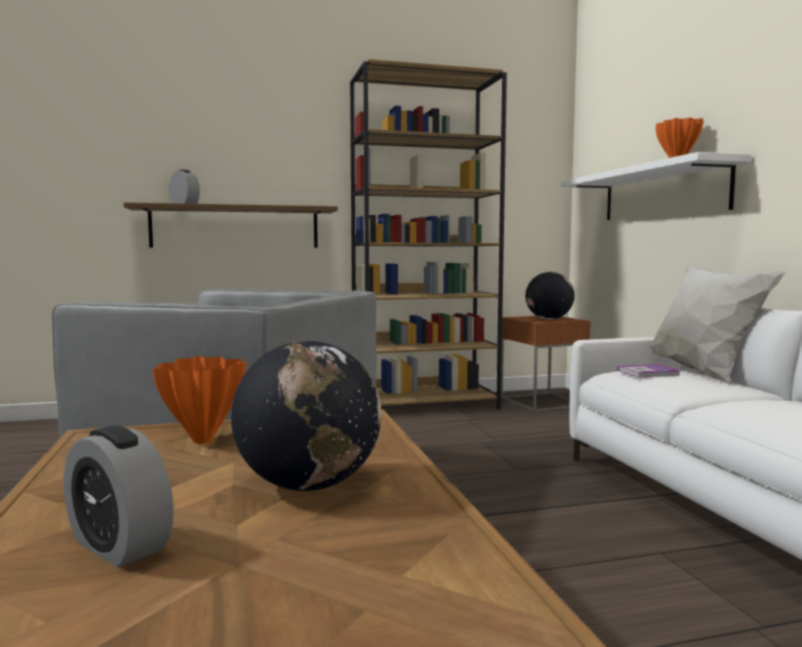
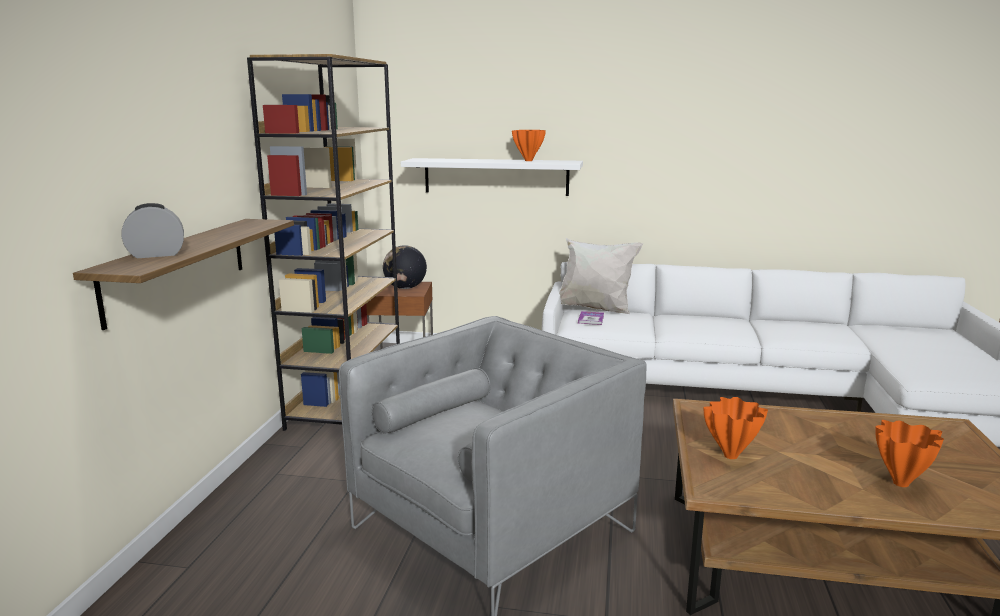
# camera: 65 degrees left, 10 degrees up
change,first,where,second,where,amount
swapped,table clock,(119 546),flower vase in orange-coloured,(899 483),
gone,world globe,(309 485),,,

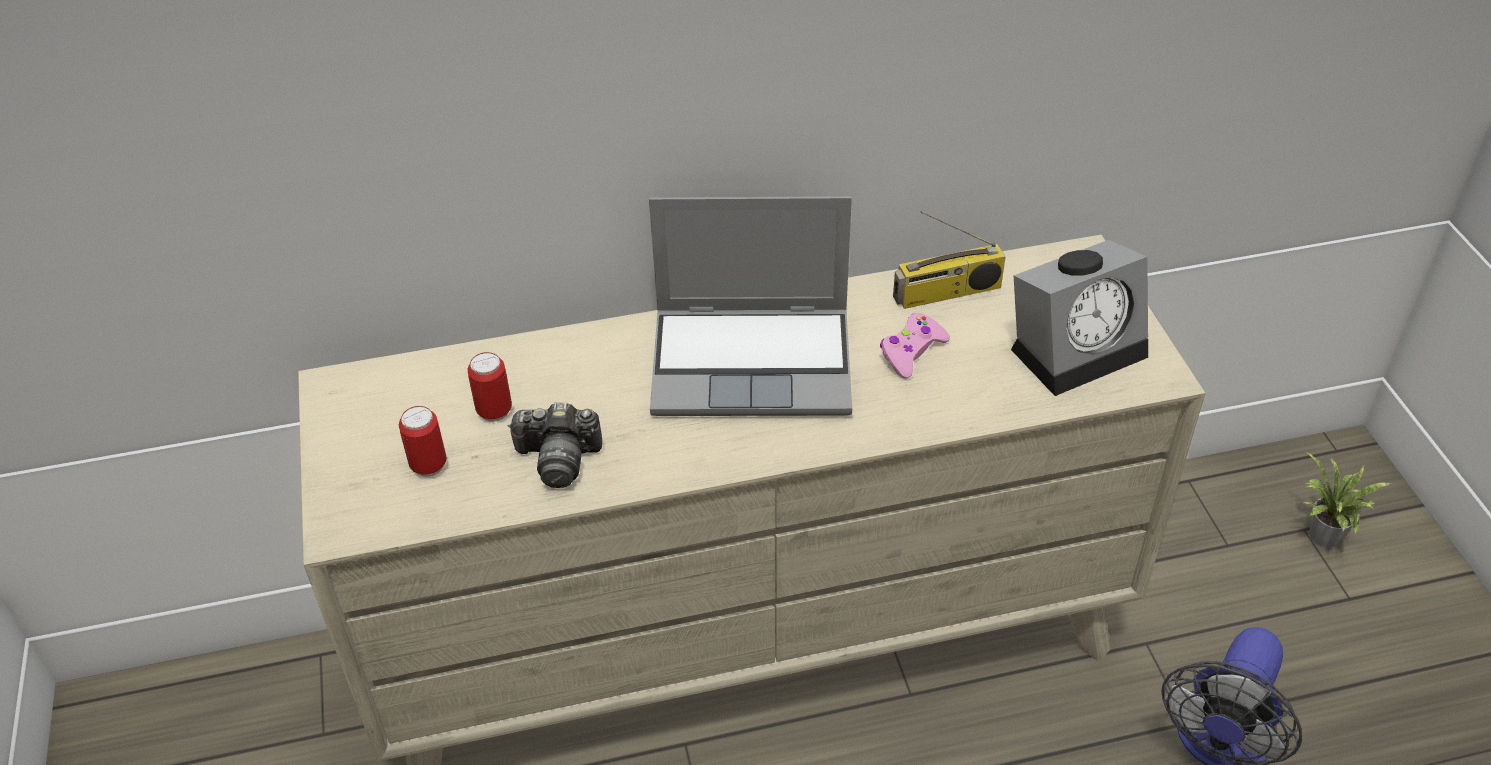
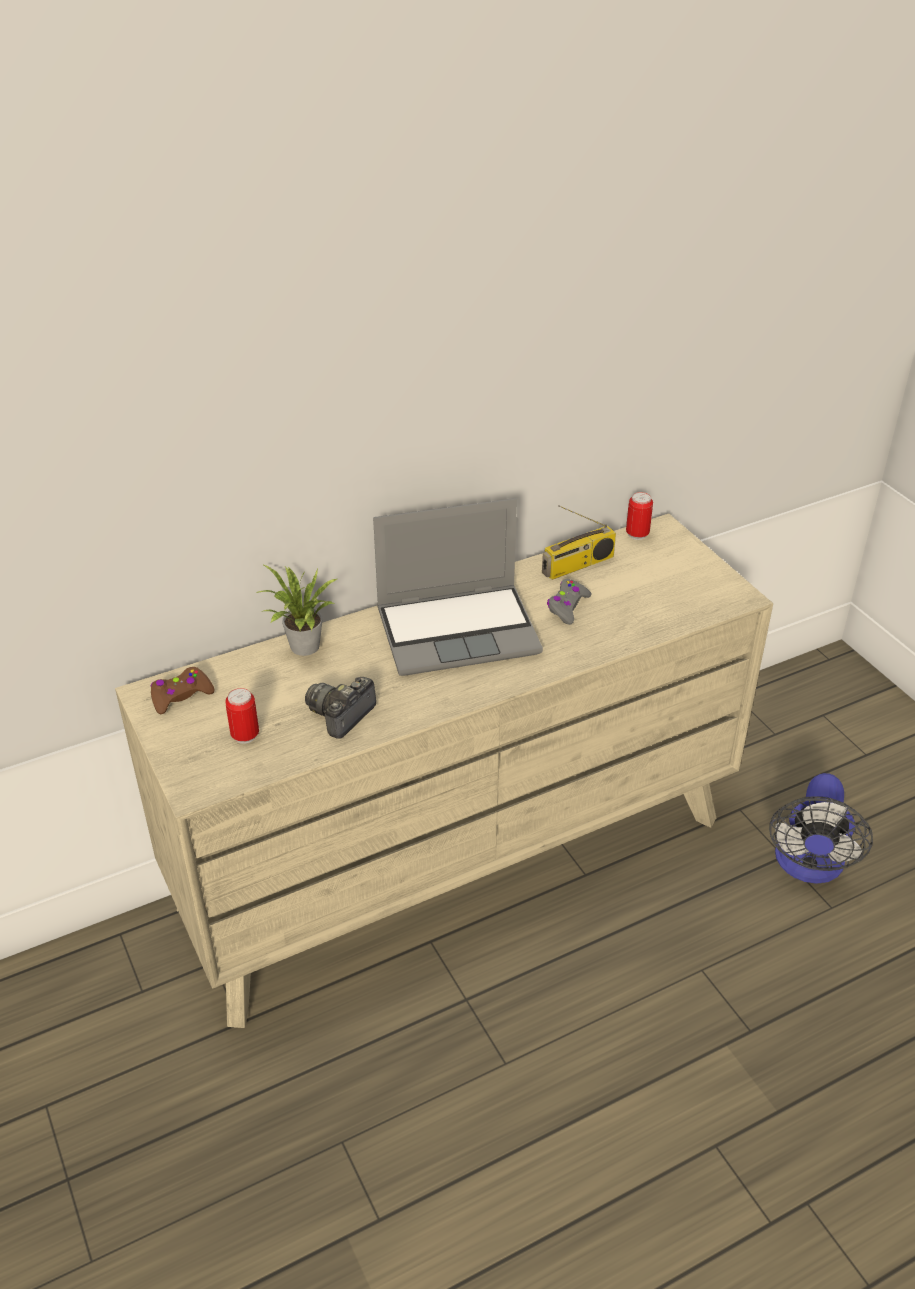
# camera: 15 degrees left, 5 degrees down
change,first,where,second,where,amount
new,,,game controller in brownish,(181 696),
shifted,plant in a pot,(1322 538),,(302 648),
rotated,photo camera,(559 458),,(341 715),135 degrees clockwise
repainted,game controller in pinkish,(911 352),game controller in greyish,(567 606),
shifted,can,(494 411),,(637 534),
gone,table clock,(1078 347),,,

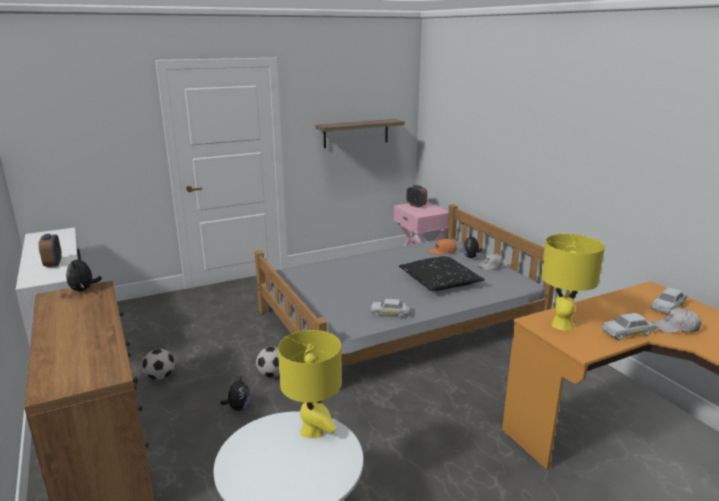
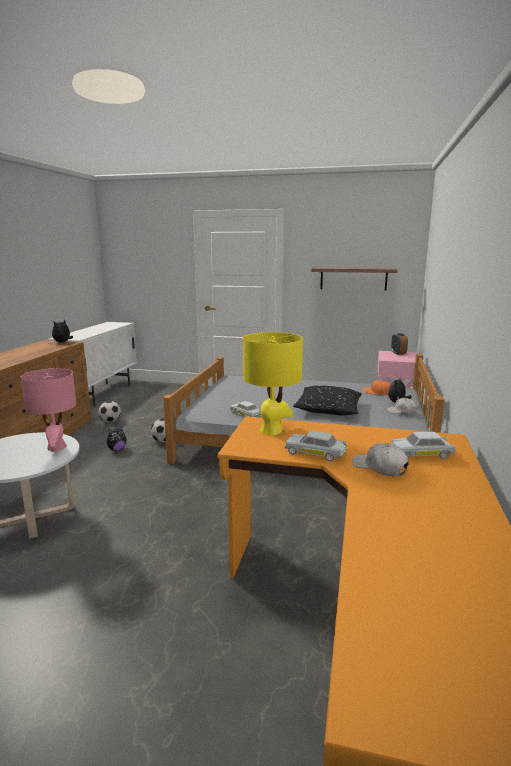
# camera: 40 degrees right, 5 degrees down
change,first,where,second,where,amount
repainted,tabletop lamp in yellow,(312 431),tabletop lamp in pinkish,(56 447),
gone,table clock,(53 263),,,

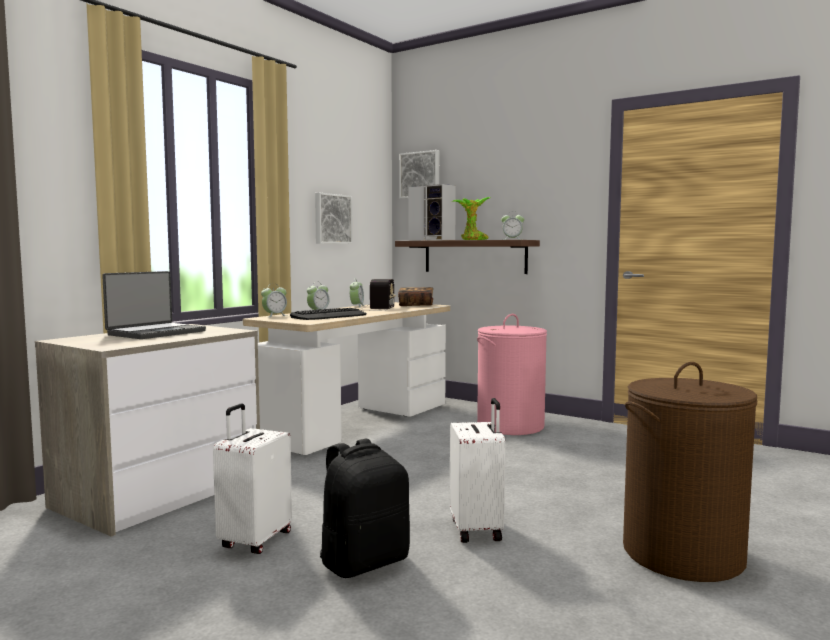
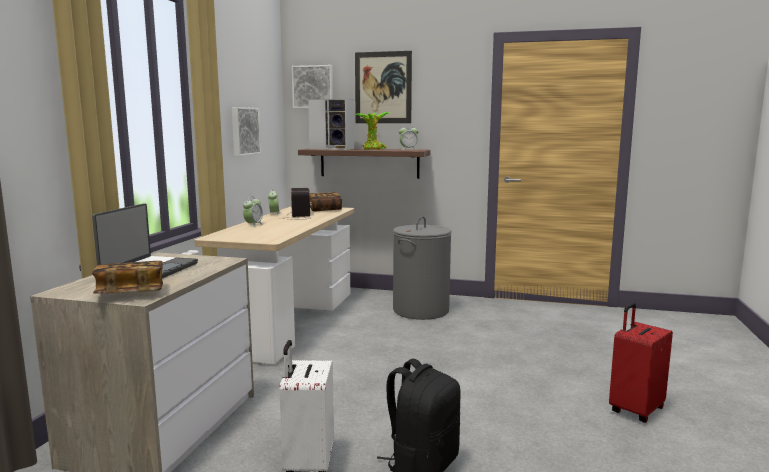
# camera: 20 degrees left, 5 degrees up
change,first,where,second,where,amount
new,,,book,(131 293),
new,,,picture,(383 87),
repainted,laundry basket in pinkish,(510 426),laundry basket in greyish,(420 310),
swapped,laundry basket in brownish,(682 554),piece of luggage in reddish,(635 410),
gone,table clock,(274 316),,,
gone,computer keyboard,(329 316),,,
gone,piece of luggage in white,(477 529),,,

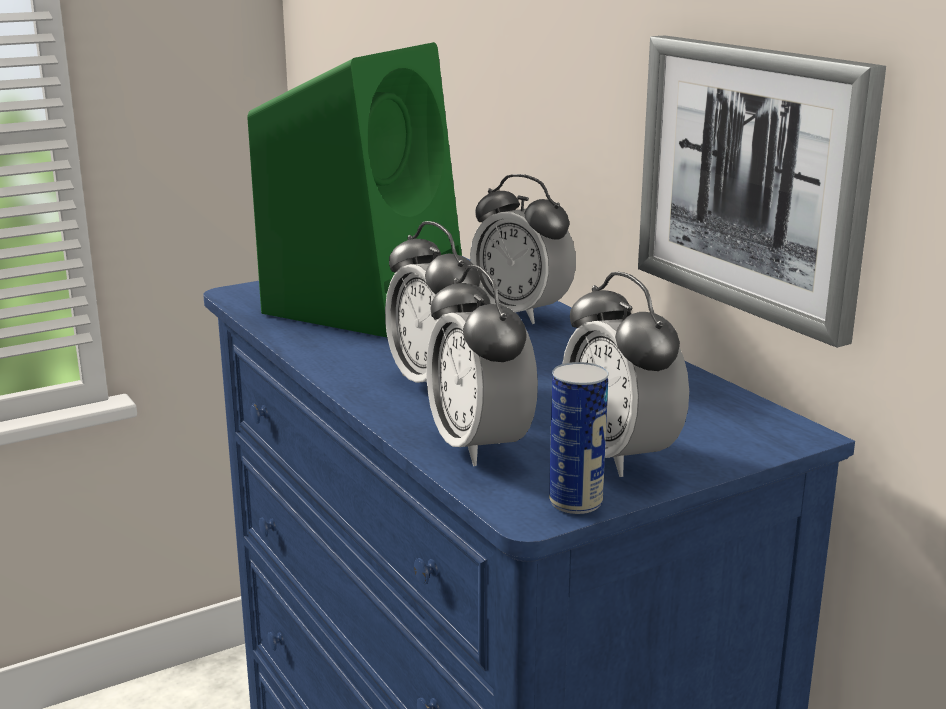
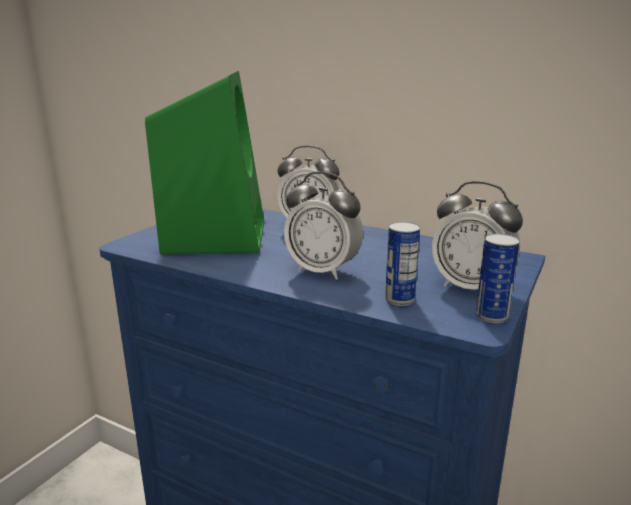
# camera: 30 degrees left, 0 degrees up
change,first,where,second,where,amount
swapped,table clock,(479 446),can,(399 300),
gone,picture,(752 180),,,

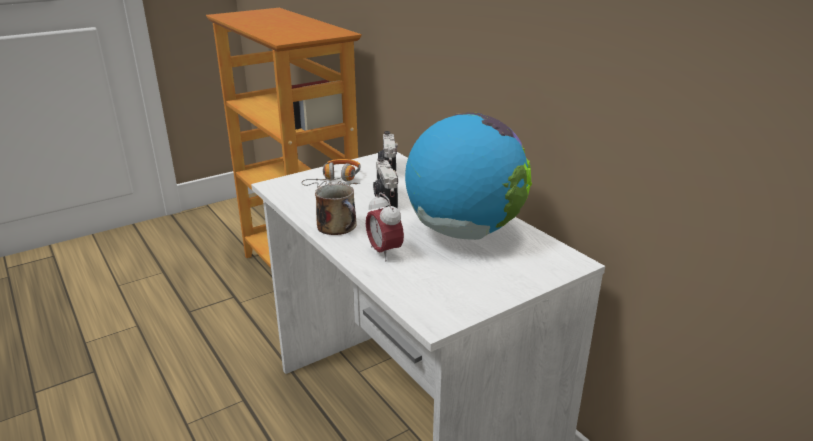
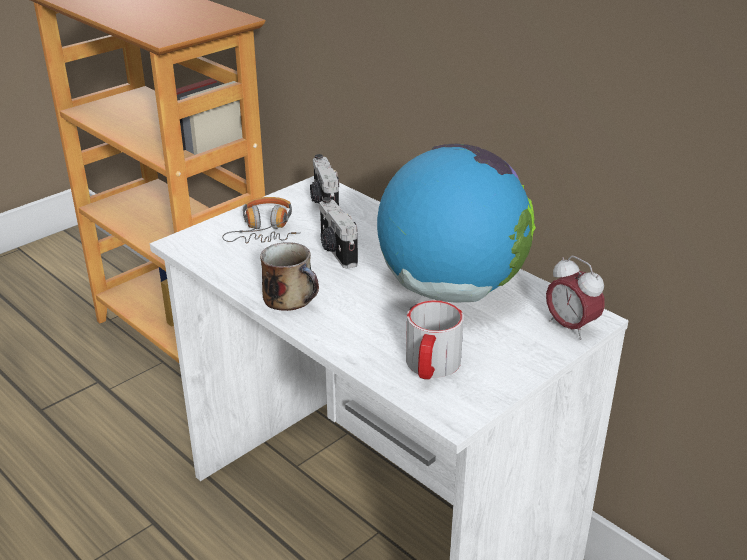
# camera: 10 degrees left, 5 degrees up
change,first,where,second,where,amount
new,,,coffee mug,(431 367),
shifted,table clock,(384 252),,(570 327),

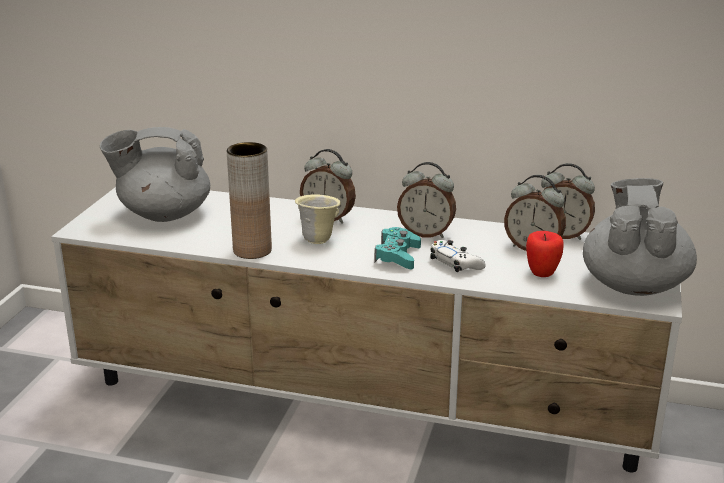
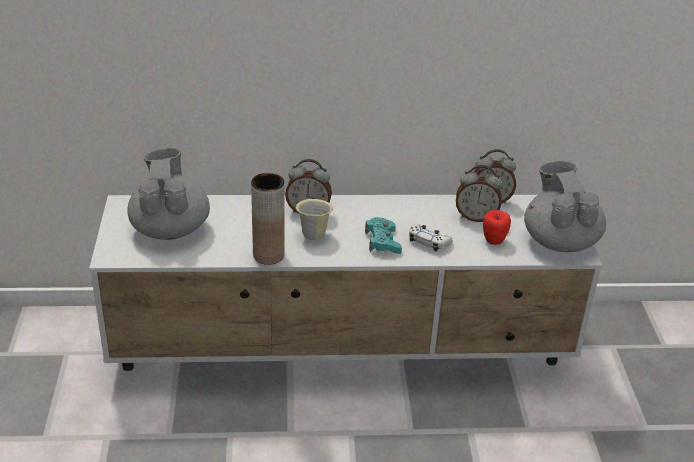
# camera: 20 degrees left, 10 degrees up
change,first,where,second,where,amount
rotated,tea pot in greyish,(163 214),,(170 228),105 degrees clockwise
gone,table clock,(426 233),,,

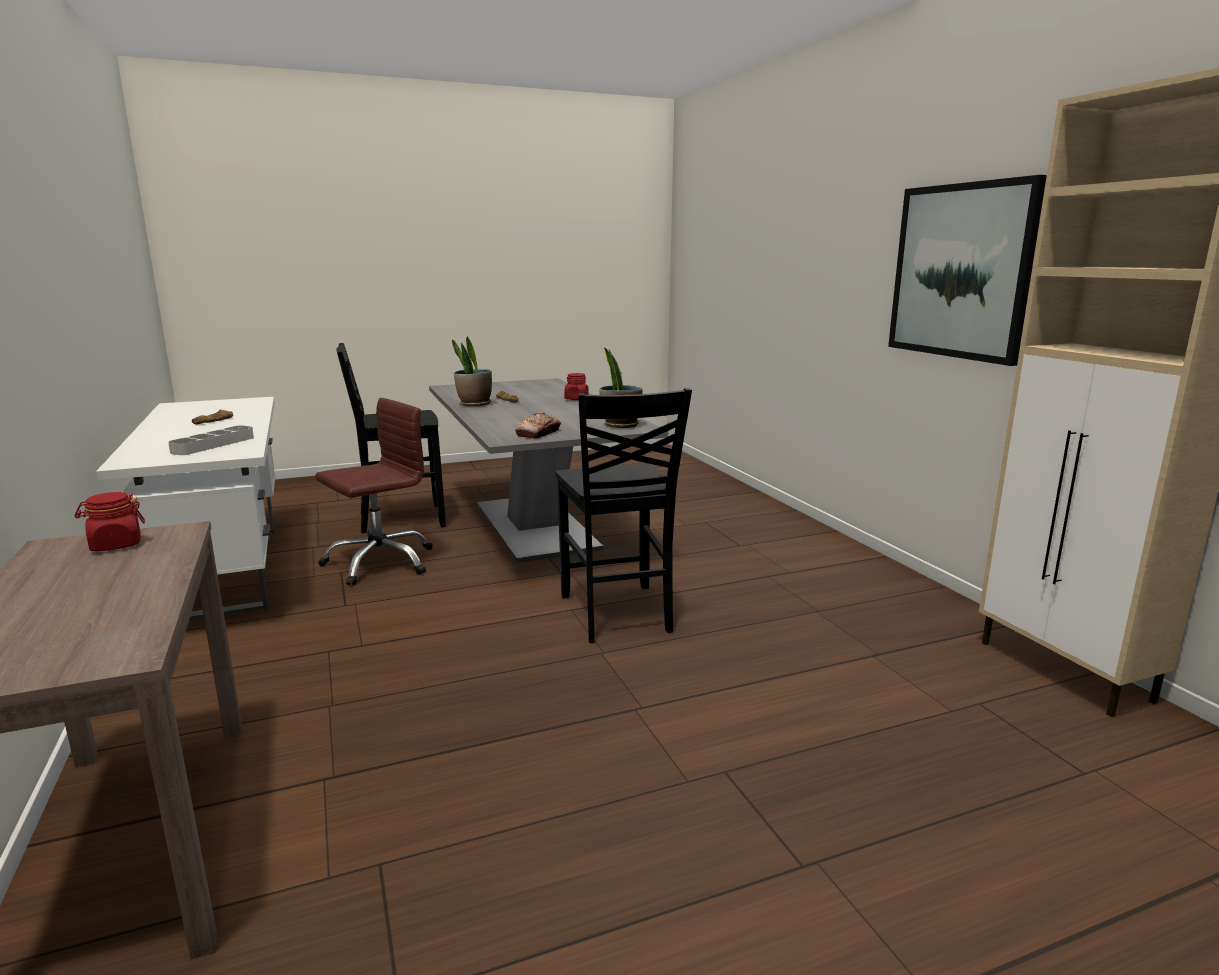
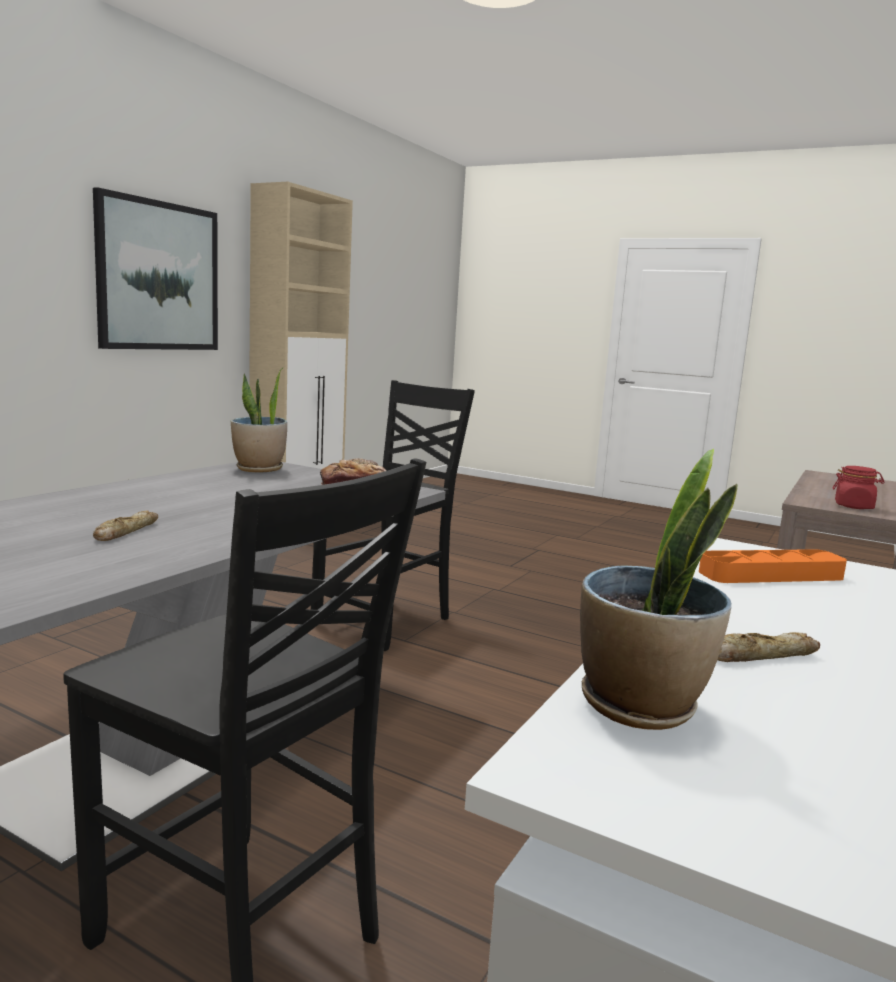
# camera: 130 degrees left, 5 degrees down
change,first,where,second,where,amount
shifted,plant in a pot,(474 404),,(641 706),
repainted,carrying tray in greyish,(213 445),carrying tray in orange-coloured,(771 575),
gone,office chair in brownish,(379 562),,,
gone,storage jar in reddish,(576 399),,,

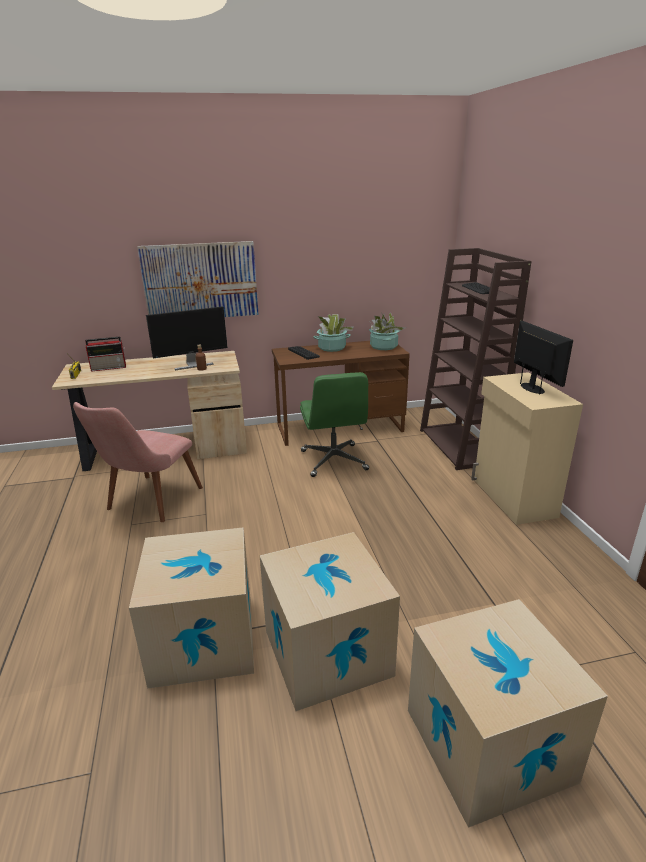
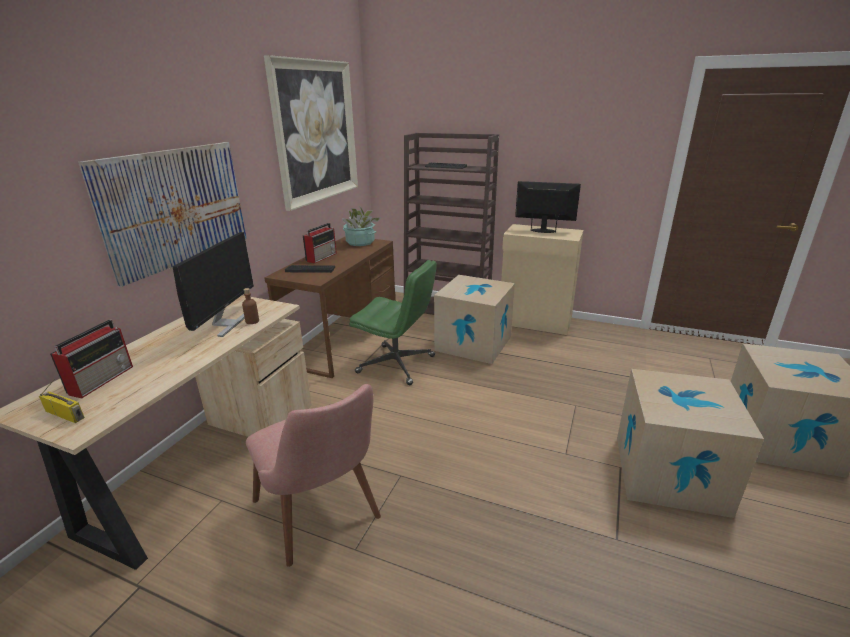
# camera: 55 degrees left, 0 degrees up
change,first,where,second,where,amount
new,,,picture,(316 132),
swapped,plant in a pot,(332 348),radio,(322 257),
shifted,carton,(203 640),,(473 343),

